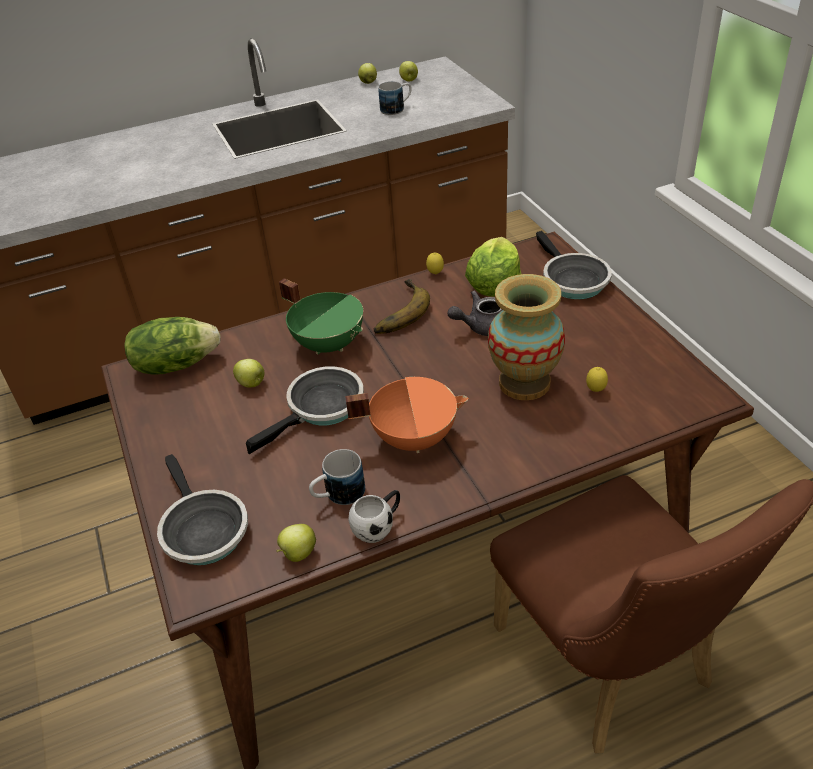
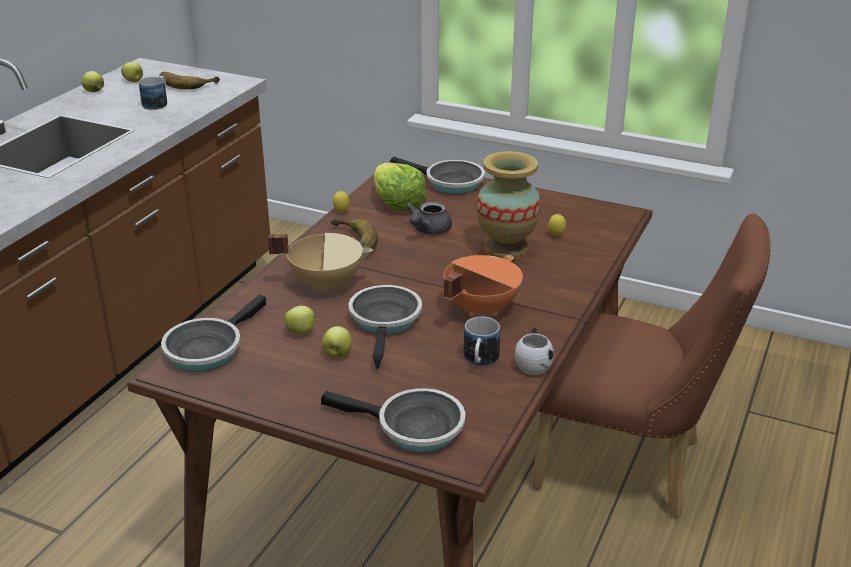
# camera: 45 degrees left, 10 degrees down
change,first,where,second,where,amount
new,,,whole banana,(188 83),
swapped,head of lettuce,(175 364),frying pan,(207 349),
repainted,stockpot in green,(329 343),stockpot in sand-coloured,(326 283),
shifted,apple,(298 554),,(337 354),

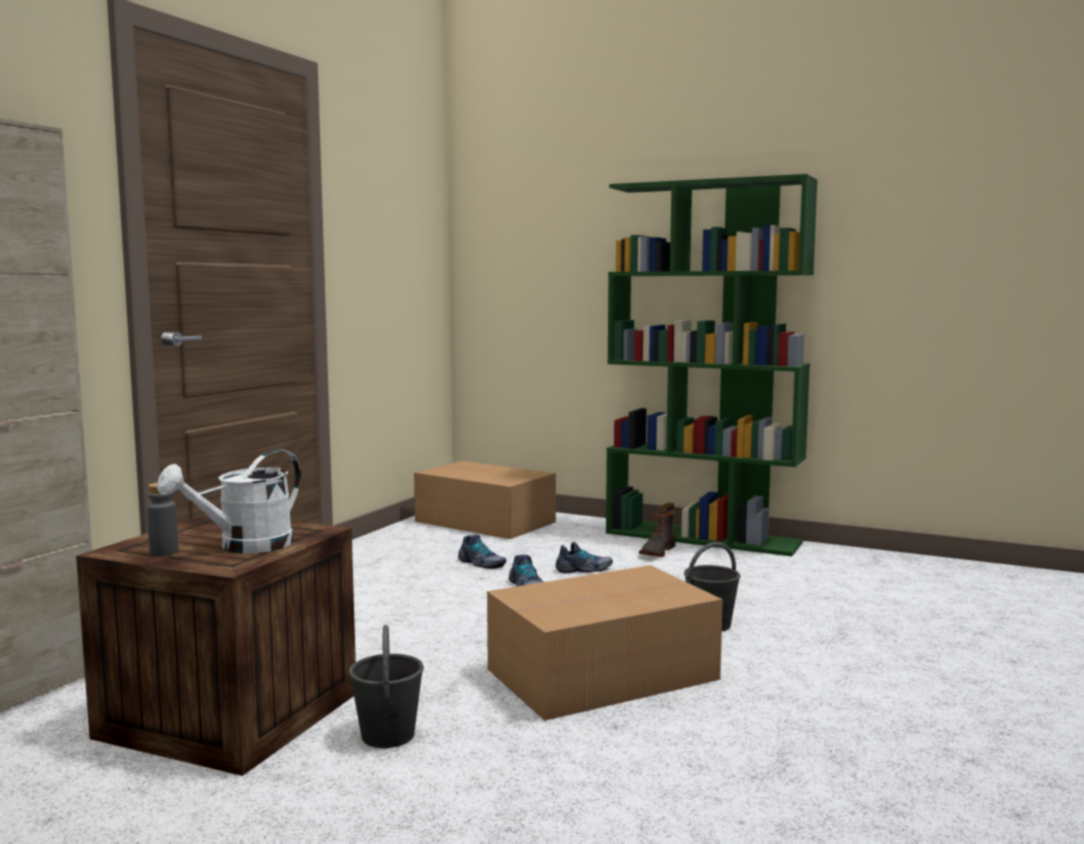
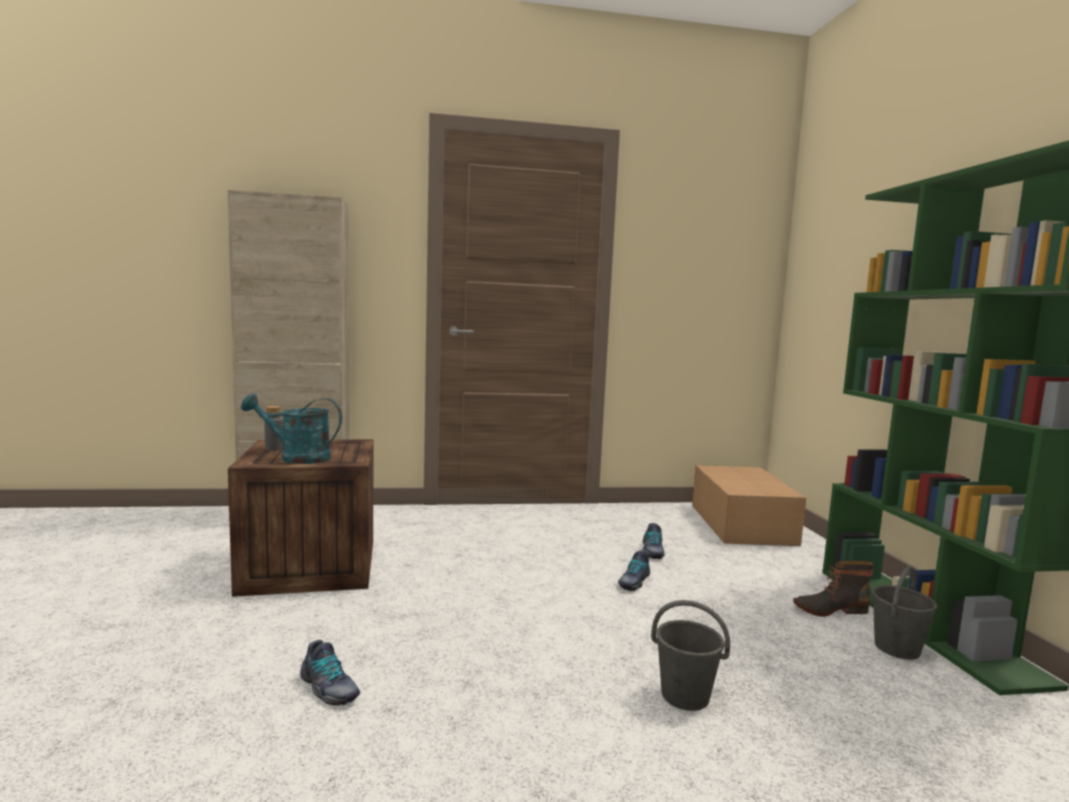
# camera: 55 degrees right, 0 degrees up
change,first,where,second,where,amount
repainted,watering can in white,(245 547),watering can in turquoise-coloured,(297 457),
shifted,item of footwear,(584 569),,(328 688),
shifted,bucket in greyish,(388 735),,(897 648),
gone,carton,(606 674),,,

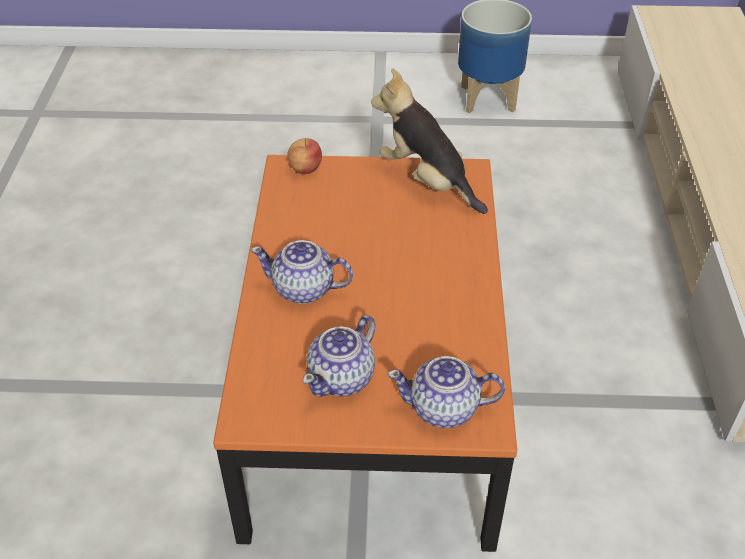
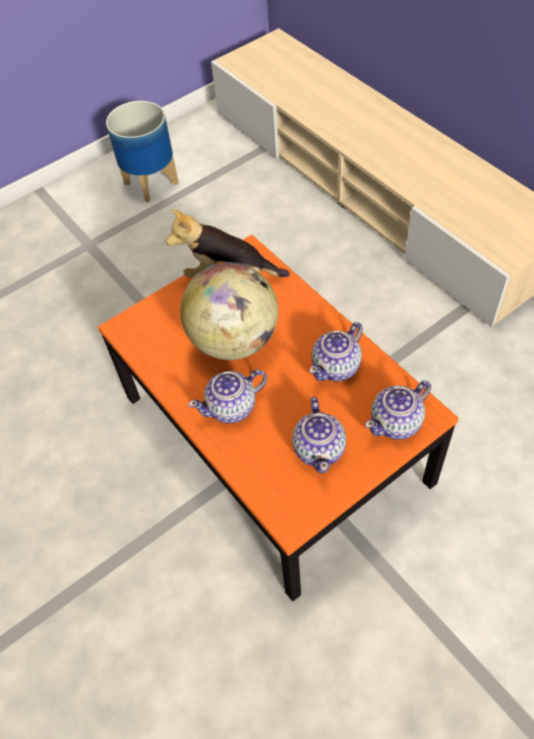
# camera: 35 degrees left, 10 degrees up
change,first,where,second,where,amount
new,,,world globe,(234 340),
new,,,tea pot,(337 366),
gone,apple,(305 168),,,

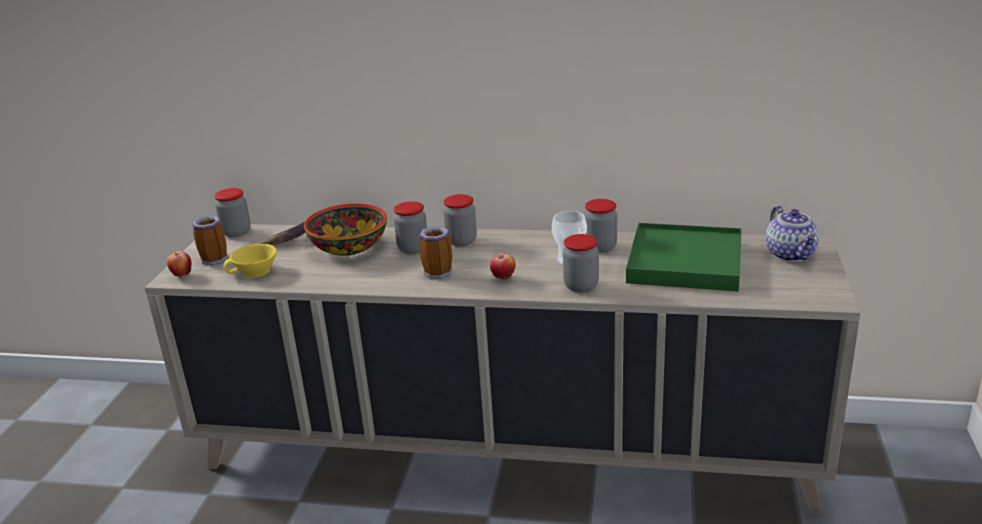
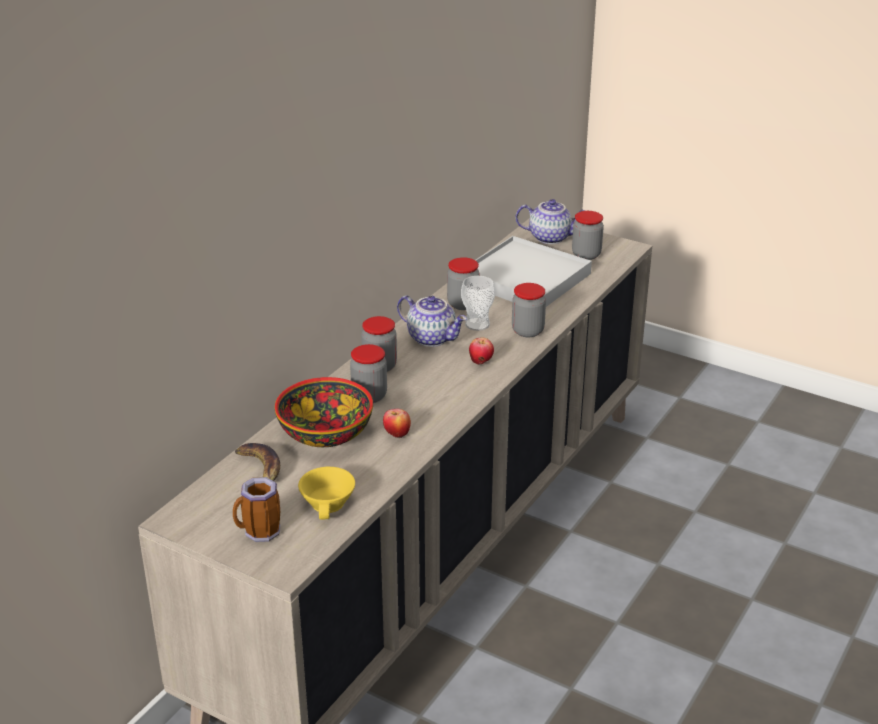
# camera: 70 degrees left, 5 degrees up
change,first,where,second,where,amount
shifted,apple,(182 275),,(397 435),
new,,,tea pot,(432 338),
repainted,carrying tray in green,(685 262),carrying tray in white,(525 278),
shifted,storage jar,(236 232),,(586 255),
gone,coffee mug,(436 271),,,

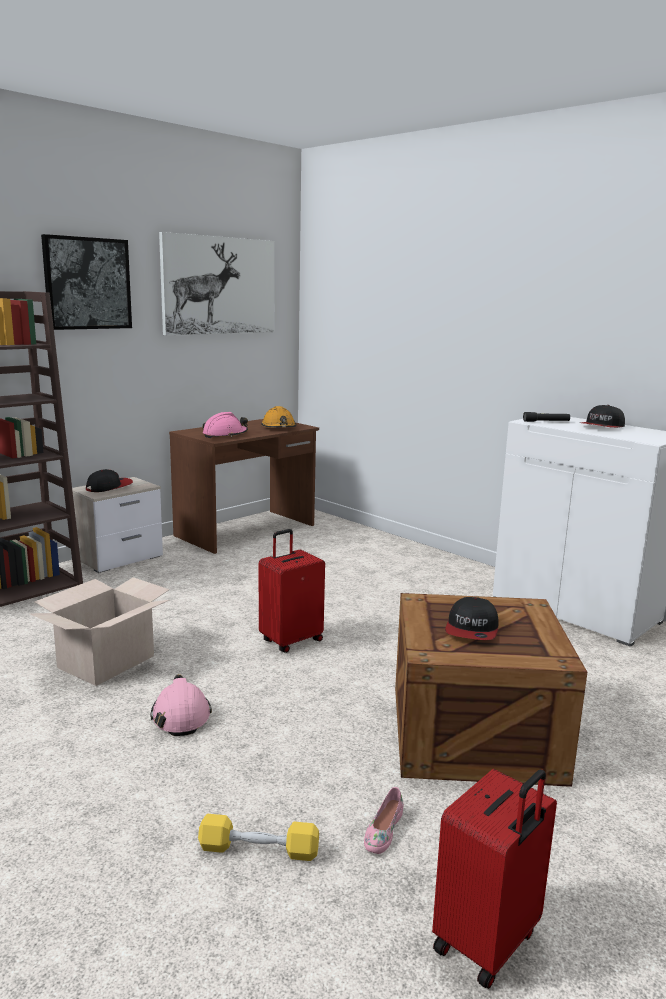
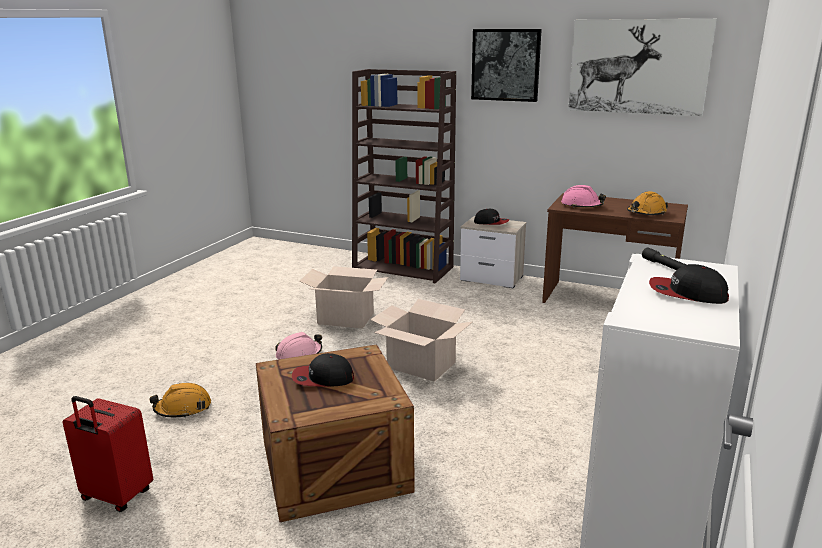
# camera: 70 degrees right, 5 degrees up
change,first,where,second,where,amount
swapped,dumbbell in yellow,(258 850),safety helmet in orange-coloured,(183 409),
swapped,piece of luggage in reddish,(290 640),carton,(421 365),
gone,item of footwear in pinkish,(382 831),,,

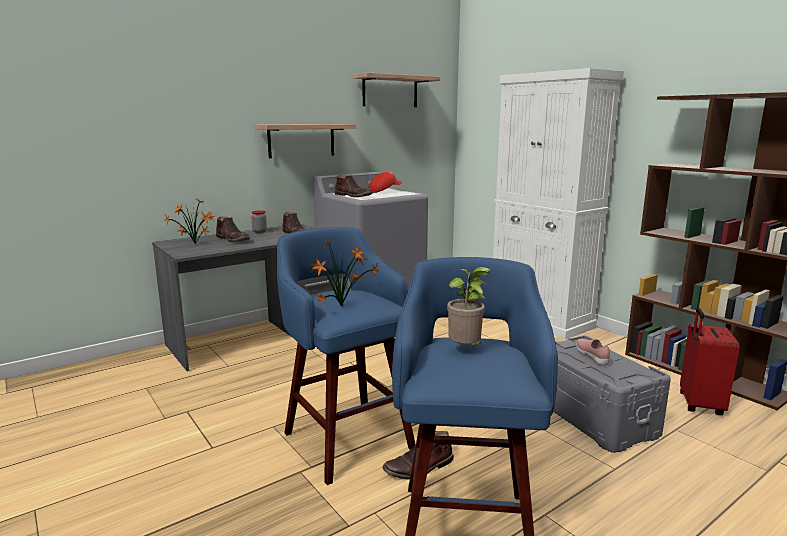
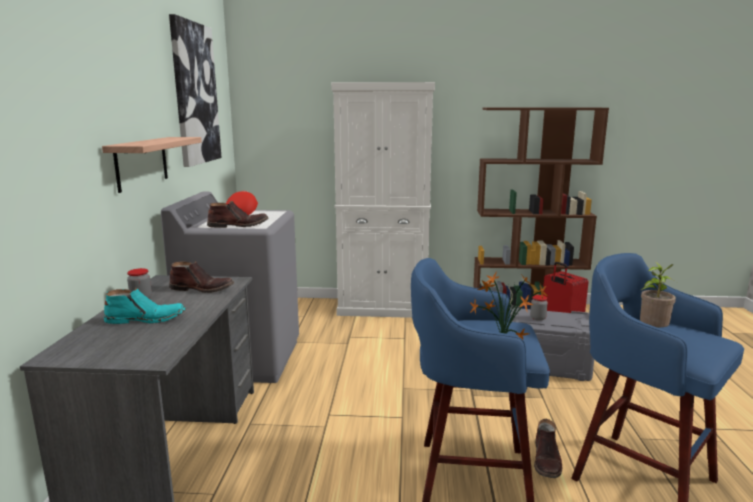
# camera: 50 degrees left, 0 degrees up
change,first,where,second,where,amount
repainted,high-top boot in brownish,(233 239),high-top boot in turquoise-coloured,(146 319),
swapped,wall shelf,(390 91),picture,(195 94),
swapped,item of footwear in pinkish,(592 357),storage jar,(538 318),
gone,plant in a pot,(195 245),,,

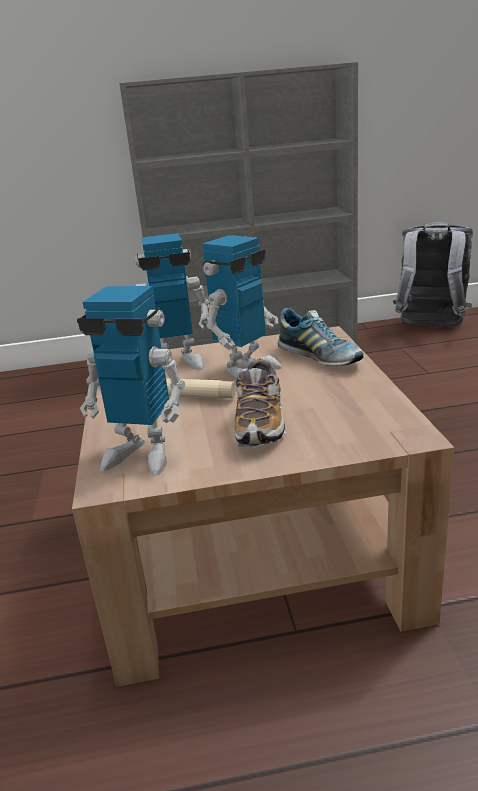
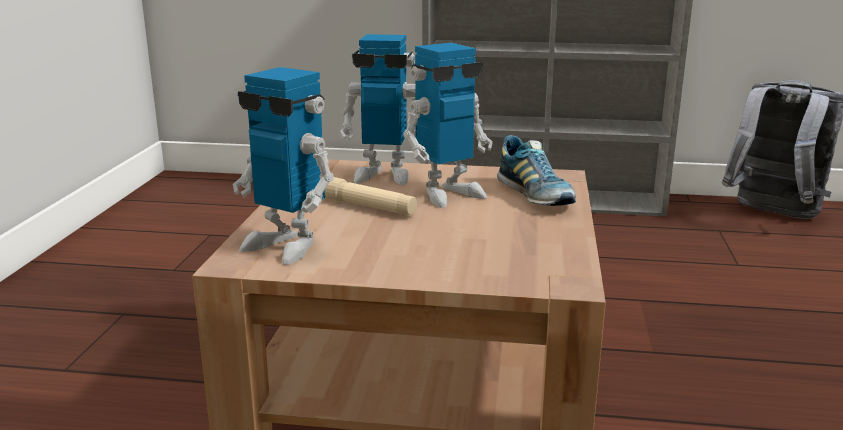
# camera: 15 degrees right, 5 degrees down
change,first,where,second,where,amount
gone,item of footwear,(261 424),,,

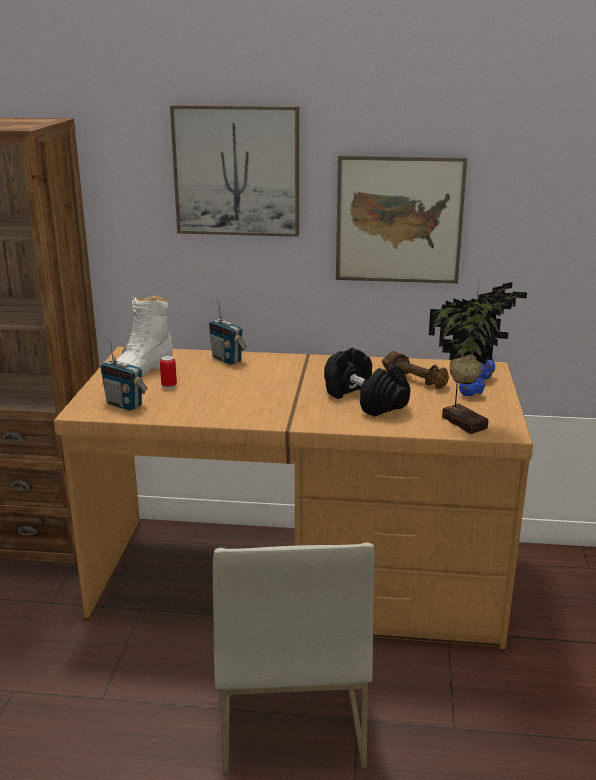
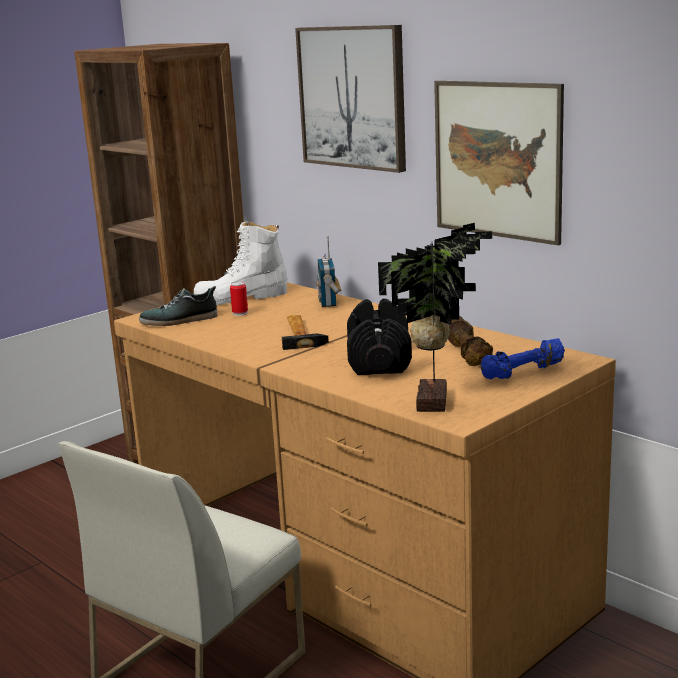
# camera: 40 degrees right, 5 degrees down
change,first,where,second,where,amount
swapped,radio,(124 405),item of footwear,(179 320),
new,,,hammer,(301 334),

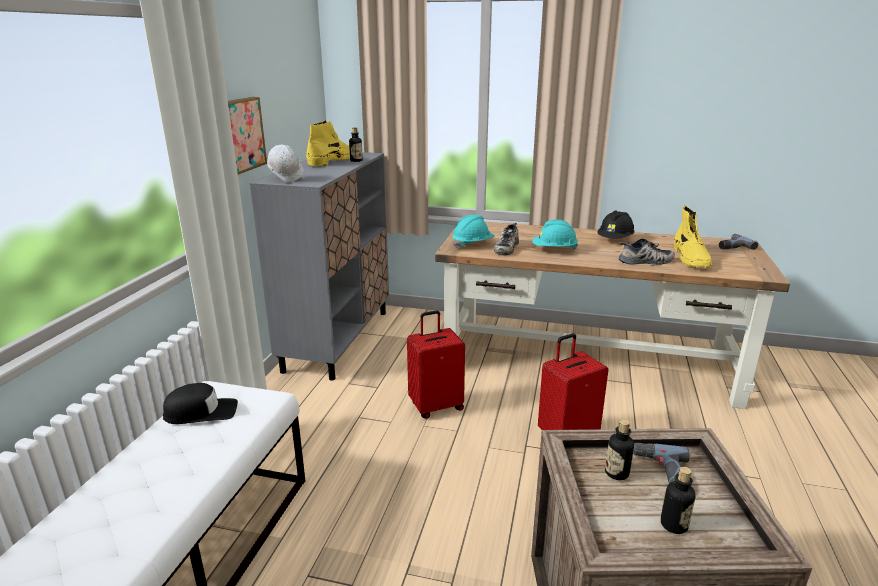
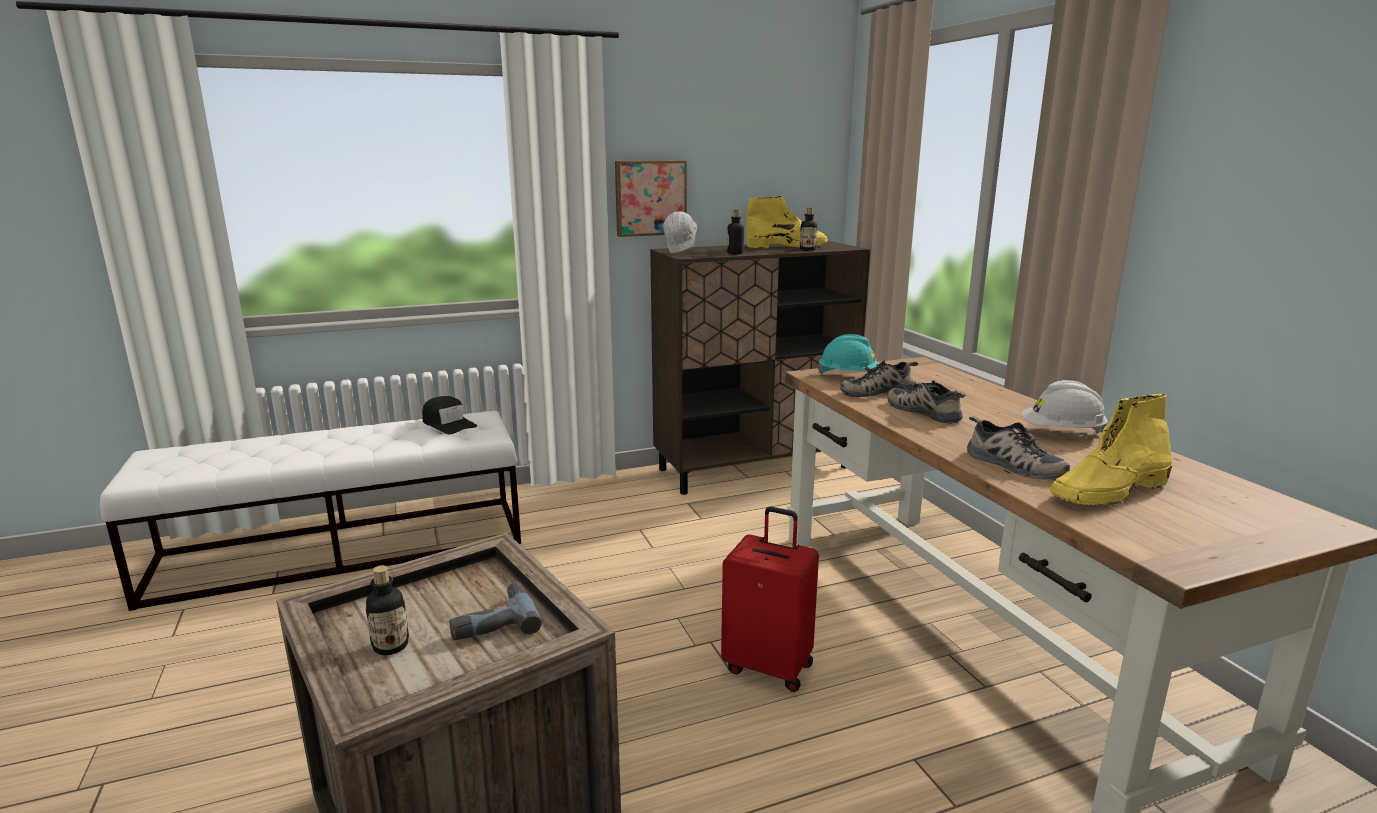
# camera: 55 degrees right, 5 degrees down
change,first,where,second,where,amount
repainted,storage cabinet in greyish,(338 340),storage cabinet in brownish,(754 468),
shifted,beverage bottle,(616 473),,(735 253),
swapped,safety helmet in turquoise-coloured,(554 250),item of footwear,(925 411),
repainted,safety helmet in blackish,(615 240),safety helmet in white,(1061 433),
gone,piece of luggage in reddish,(436 406),,,
gone,power drill,(731 246),,,

